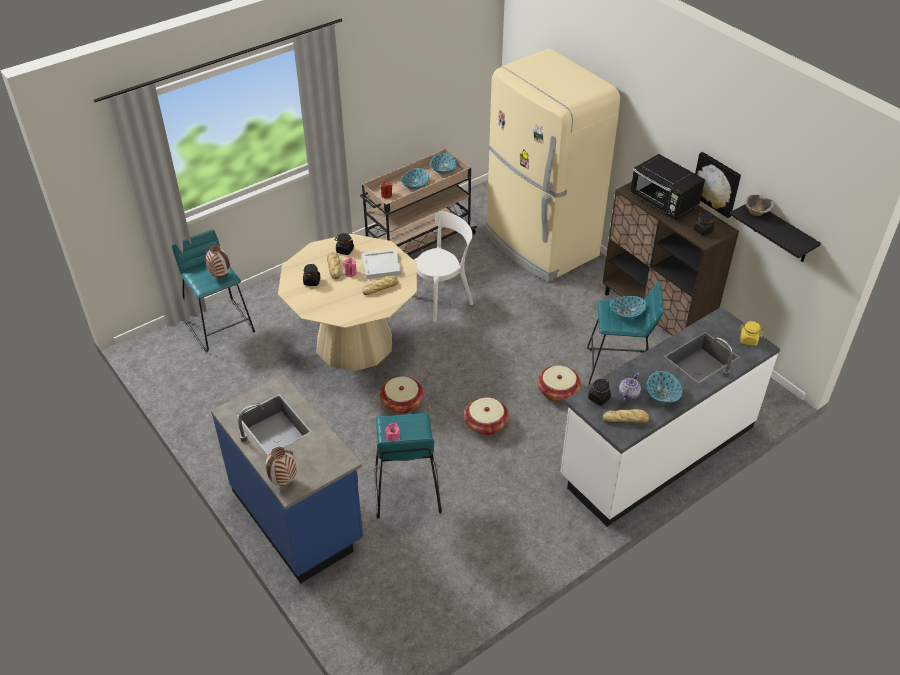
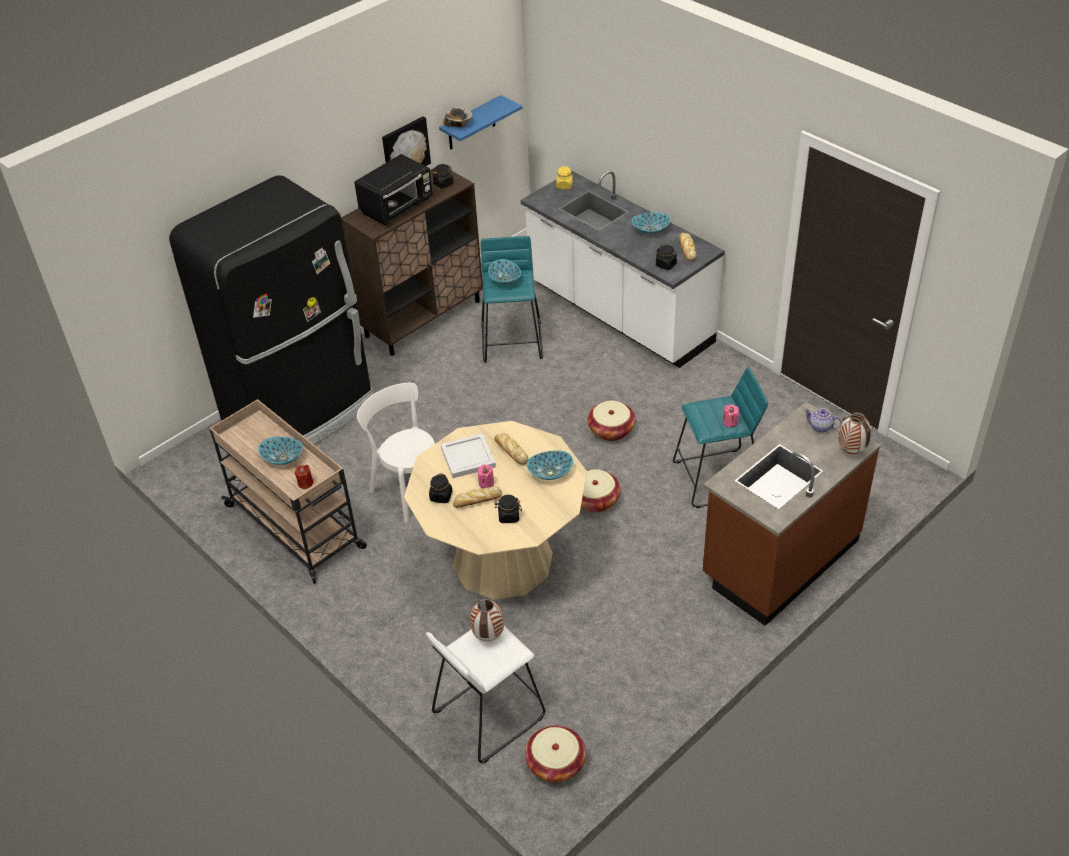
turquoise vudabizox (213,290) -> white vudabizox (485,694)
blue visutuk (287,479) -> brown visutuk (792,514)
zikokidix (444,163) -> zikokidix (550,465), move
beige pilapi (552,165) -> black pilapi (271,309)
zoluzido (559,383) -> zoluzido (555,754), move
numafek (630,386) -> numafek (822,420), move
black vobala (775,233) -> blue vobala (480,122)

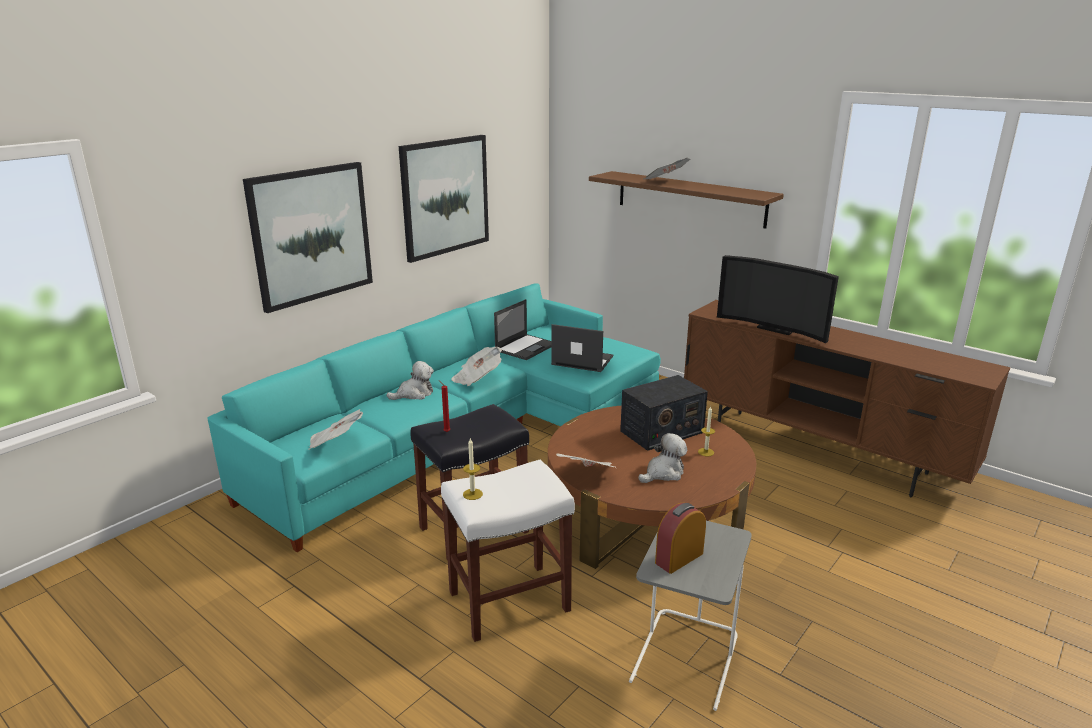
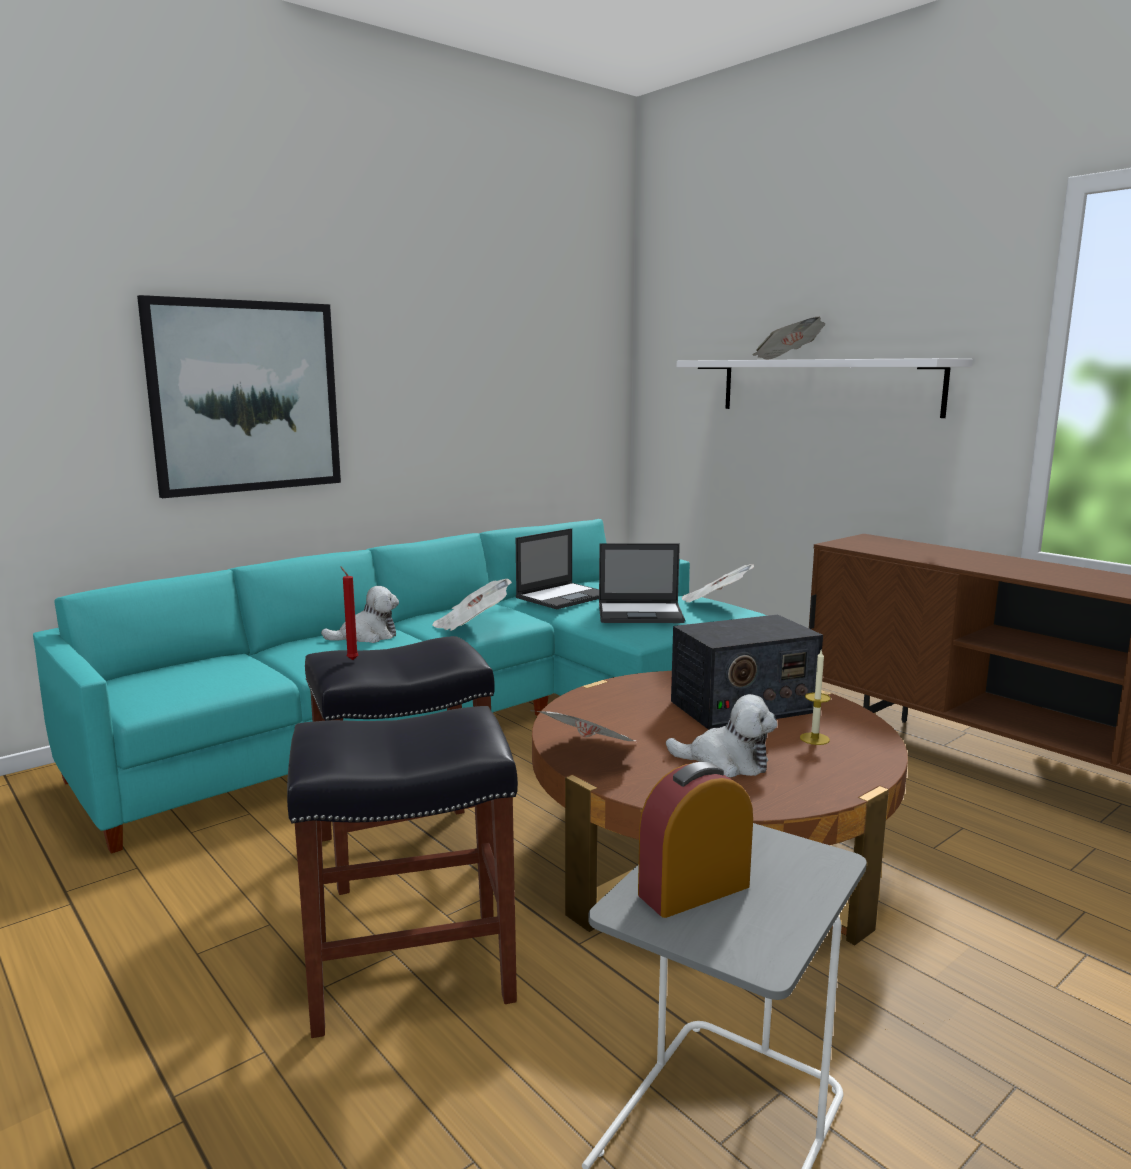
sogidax (335,429) -> sogidax (717,583), move
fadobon (444,199) -> none
white vudabizox (508,551) -> black vudabizox (402,872)
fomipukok (473,469) -> none
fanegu (582,348) -> fanegu (642,583), 150 degrees clockwise
brown vobala (686,199) -> white vobala (825,388)
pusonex (662,458) -> pusonex (722,735), 45 degrees clockwise
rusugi (778,299) -> none

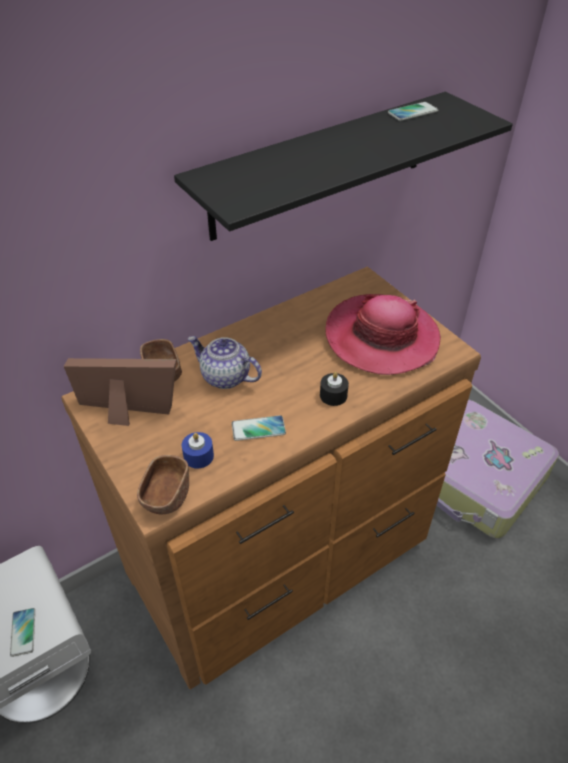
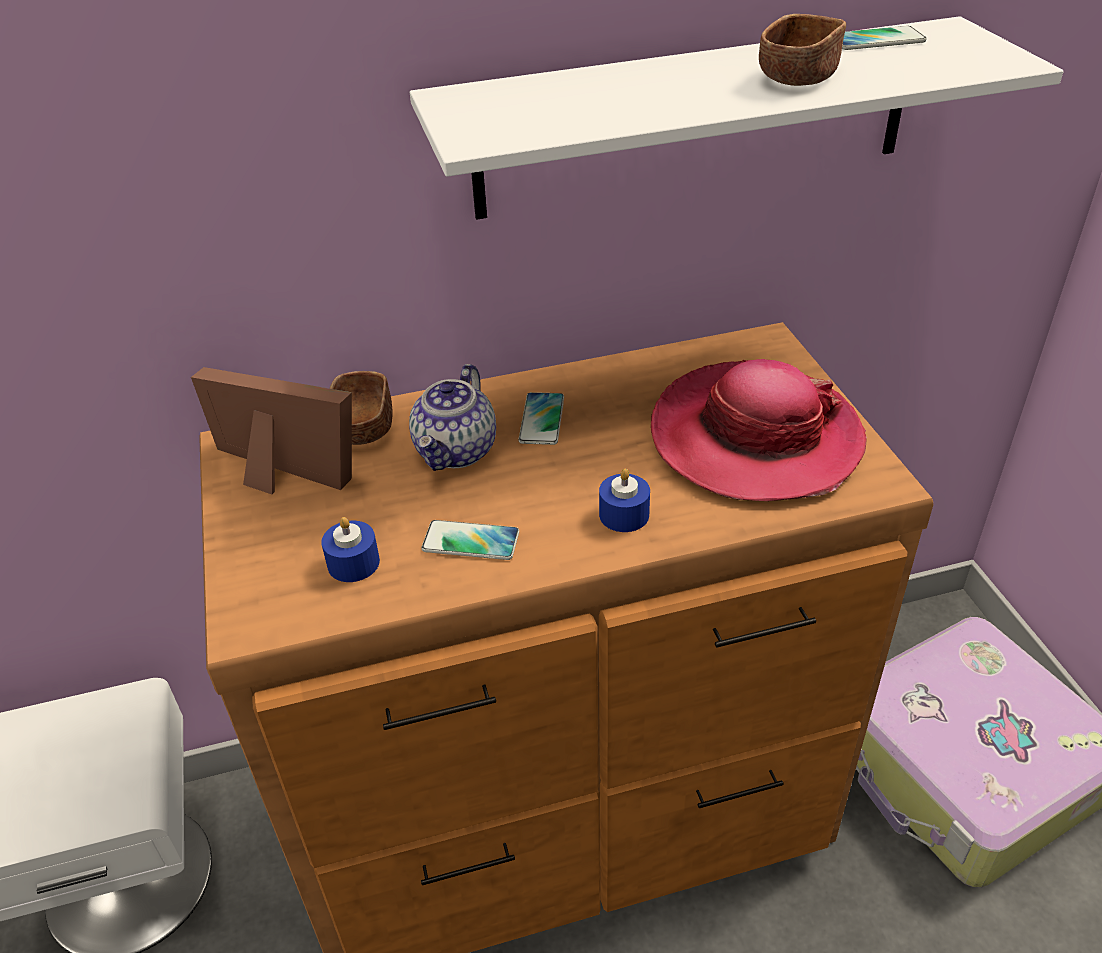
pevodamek (22,632) -> pevodamek (541,418), move
brown zikokidix (163,485) -> brown zikokidix (802,50), move
black vobala (343,166) -> white vobala (737,118)
numafek (225,362) -> numafek (452,417), 120 degrees counterclockwise
black fomipukok (334,389) -> blue fomipukok (624,500)

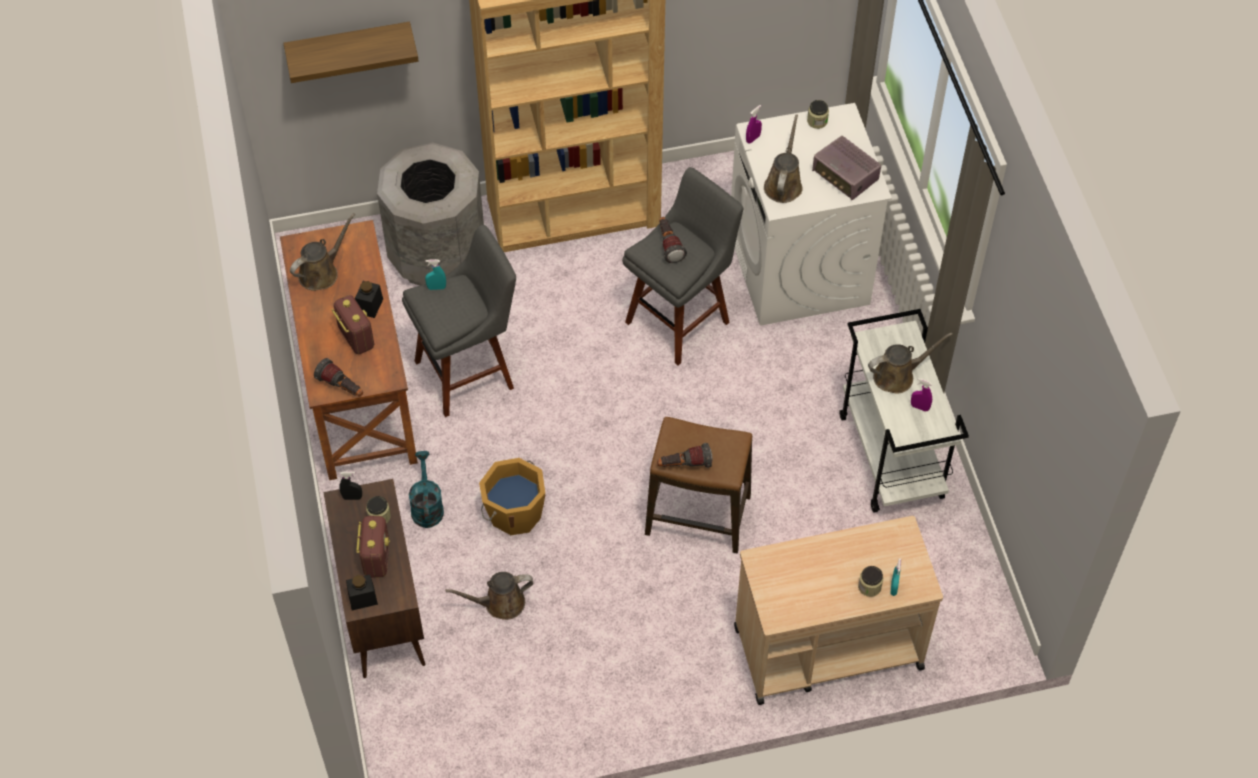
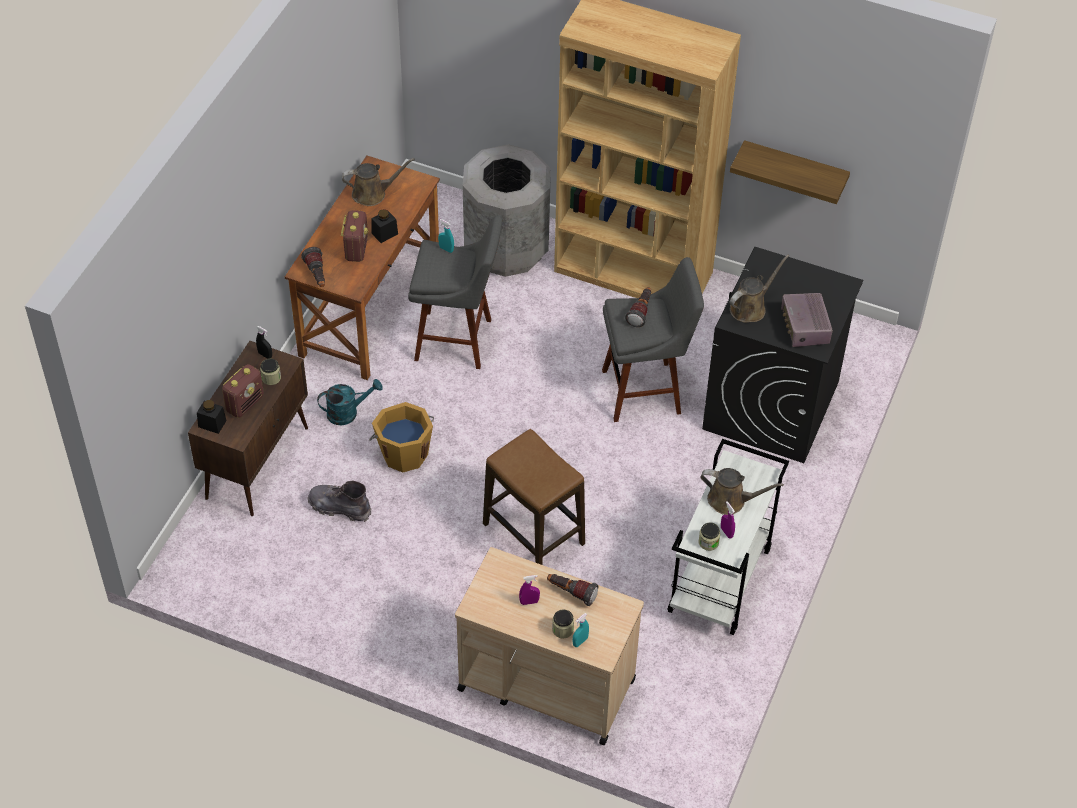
vobala (351,52) -> vobala (790,172), move
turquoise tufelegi (426,489) -> turquoise tufelegi (350,402), 45 degrees clockwise
brown tufelegi (489,596) -> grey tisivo (339,501)
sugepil (684,455) -> sugepil (572,590), move
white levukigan (811,214) -> black levukigan (782,355)
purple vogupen (754,124) -> purple vogupen (529,590), move
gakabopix (818,114) -> gakabopix (709,537), move

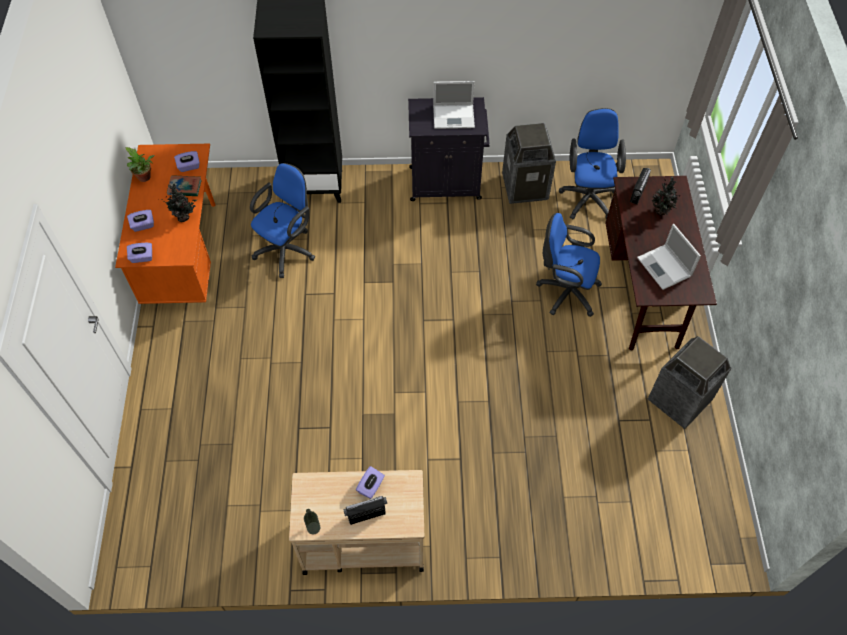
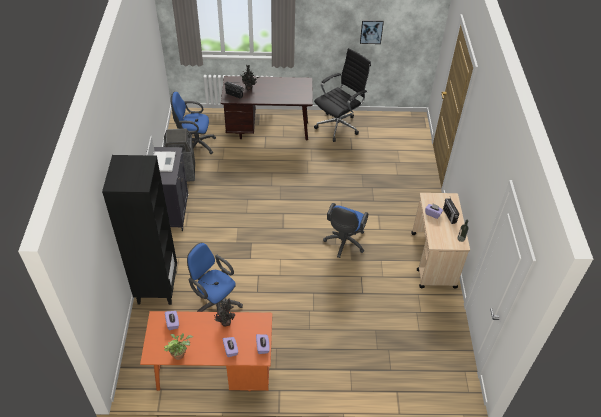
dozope (184,185) -> none
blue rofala (569,265) -> blue rofala (345,230), move
fanegu (669,257) -> none
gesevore (690,382) -> black rofala (342,95)
none -> fadobon (372,32)

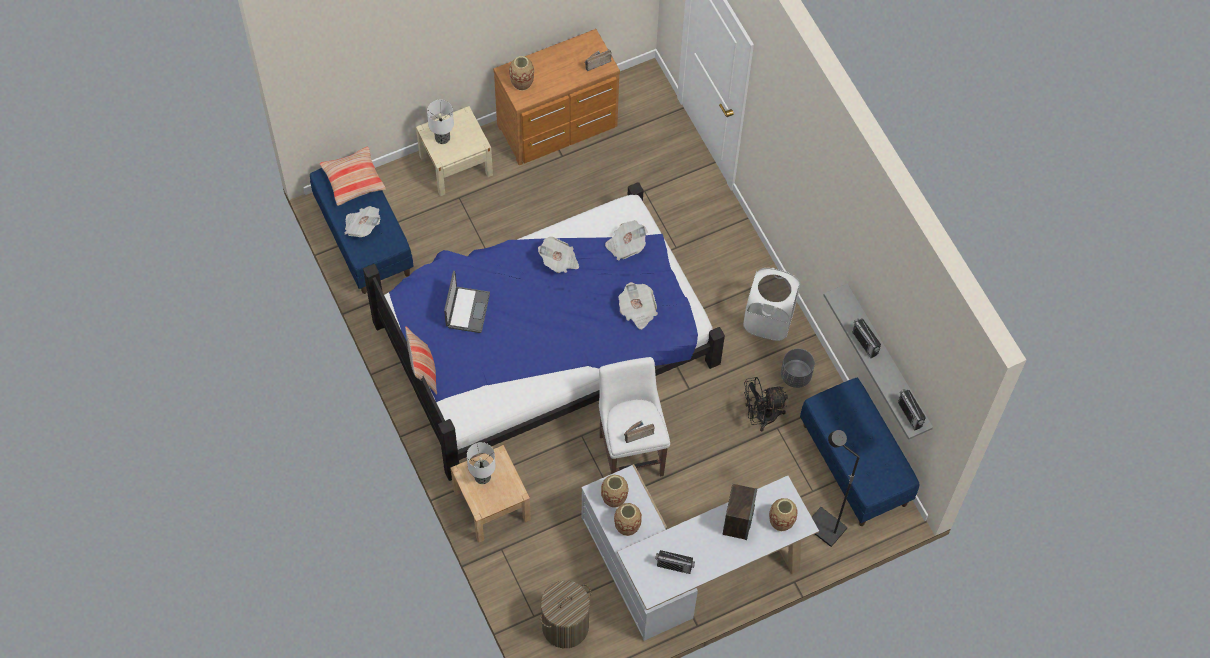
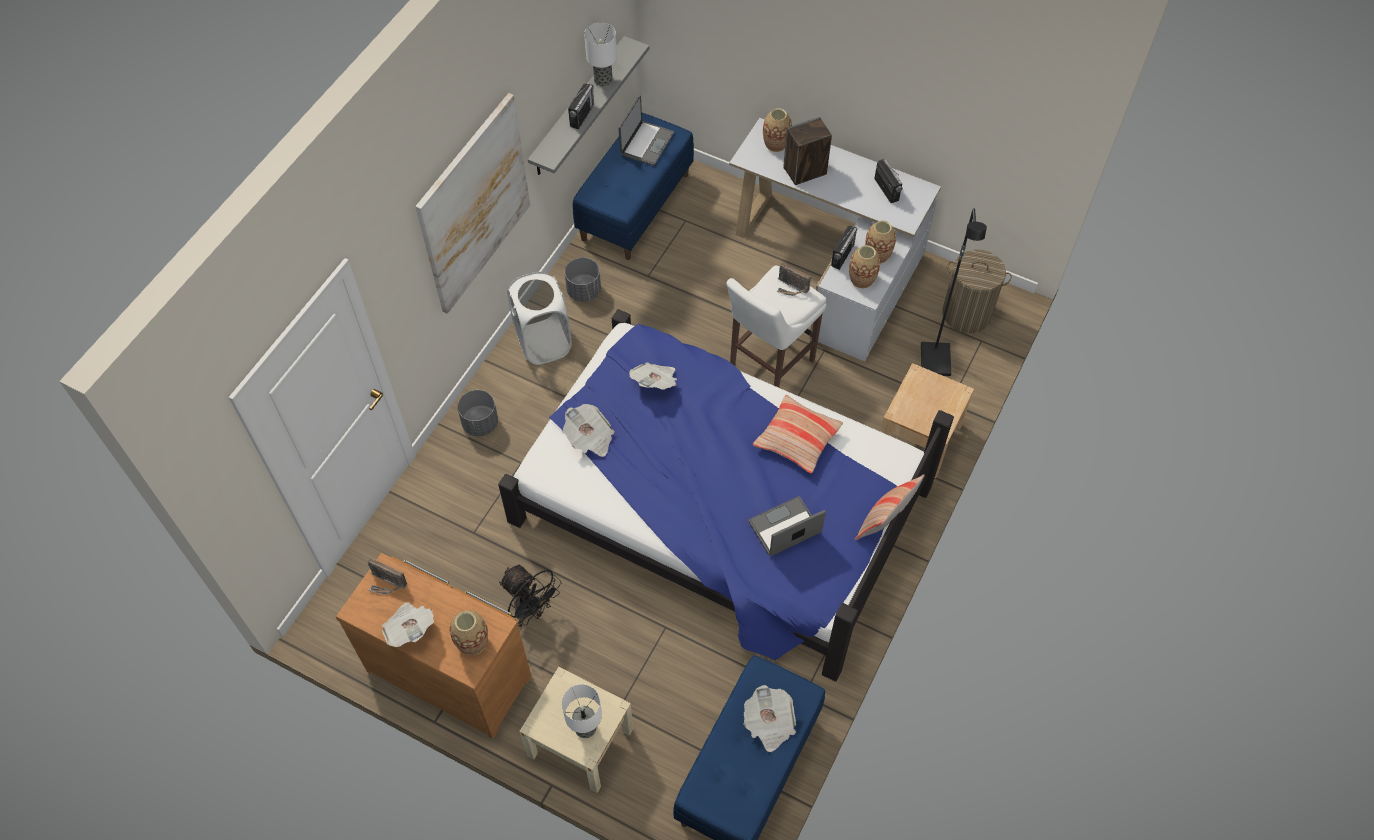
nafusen (353,176) -> nafusen (798,434), move
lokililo (481,463) -> lokililo (600,55), move
sogidax (558,255) -> sogidax (407,624), move
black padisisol (766,404) -> black padisisol (530,595), move
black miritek (836,488) -> black miritek (954,292), move
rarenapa (912,410) -> rarenapa (844,248), move
none -> fadobon (472,203)
none -> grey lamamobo (477,413)
none -> fanegu (646,130)

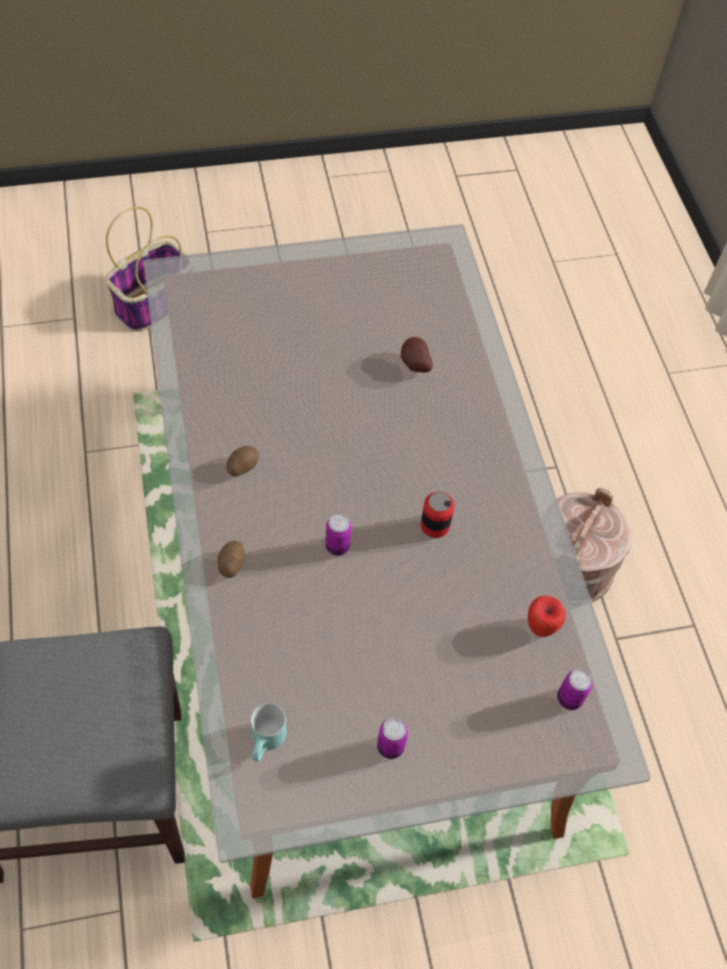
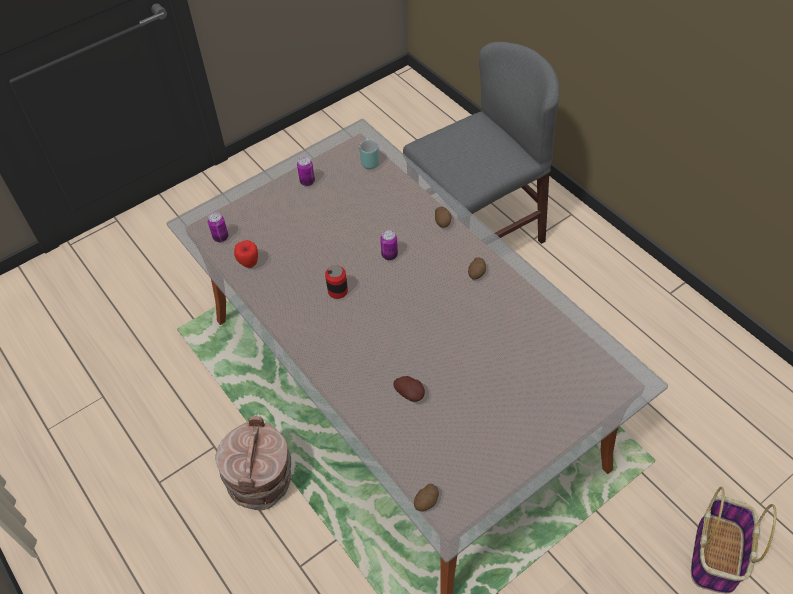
none -> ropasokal (426,497)

